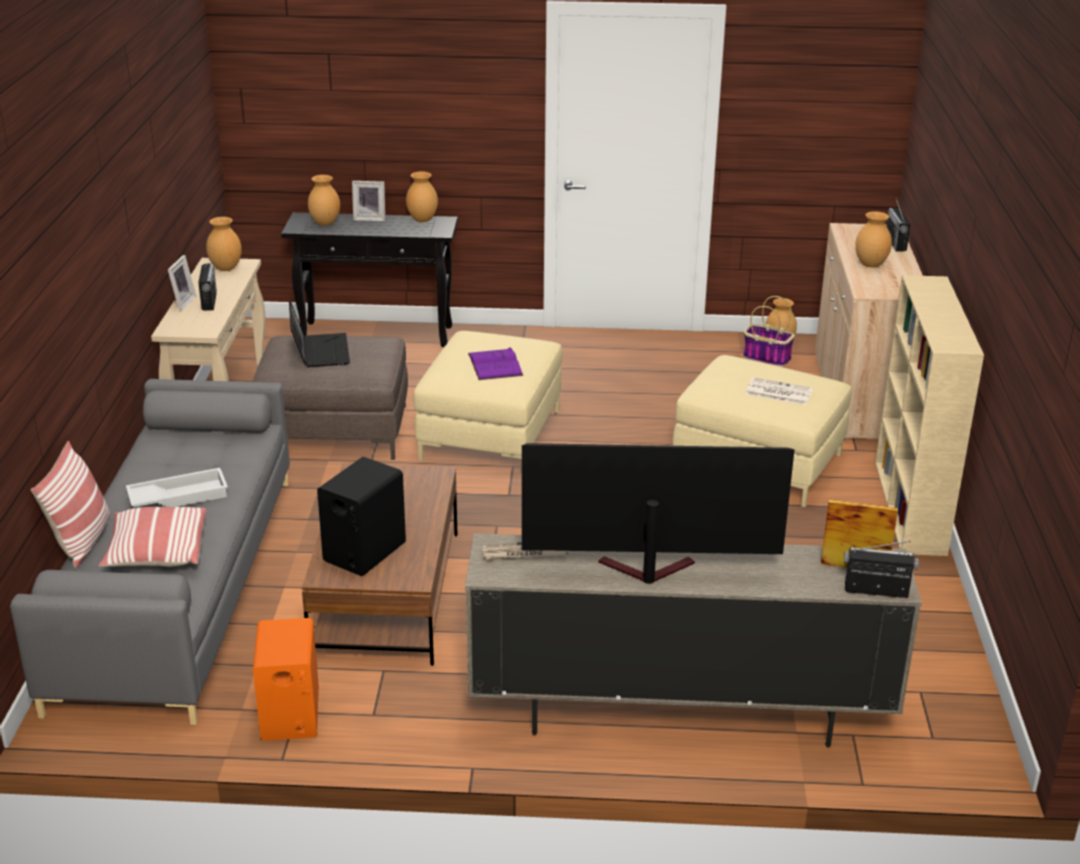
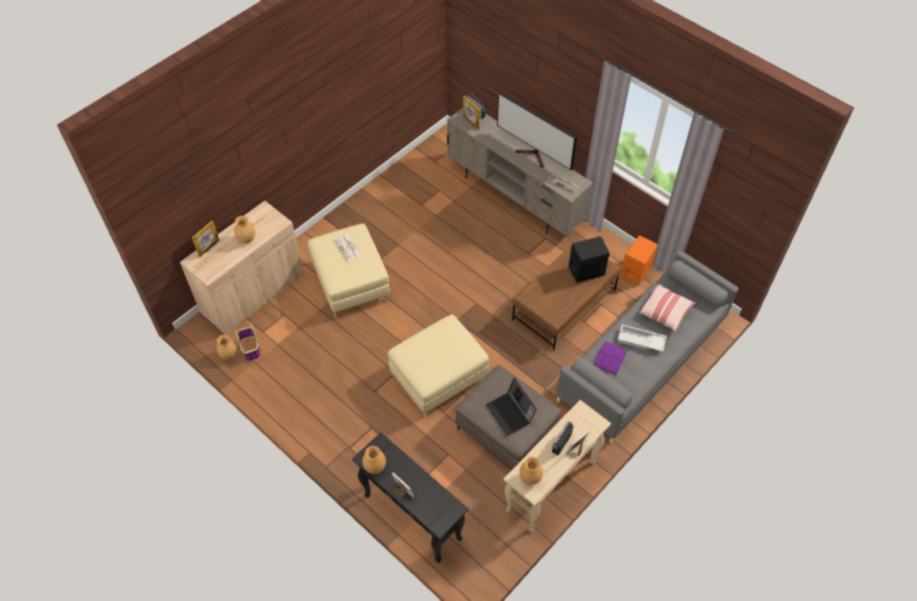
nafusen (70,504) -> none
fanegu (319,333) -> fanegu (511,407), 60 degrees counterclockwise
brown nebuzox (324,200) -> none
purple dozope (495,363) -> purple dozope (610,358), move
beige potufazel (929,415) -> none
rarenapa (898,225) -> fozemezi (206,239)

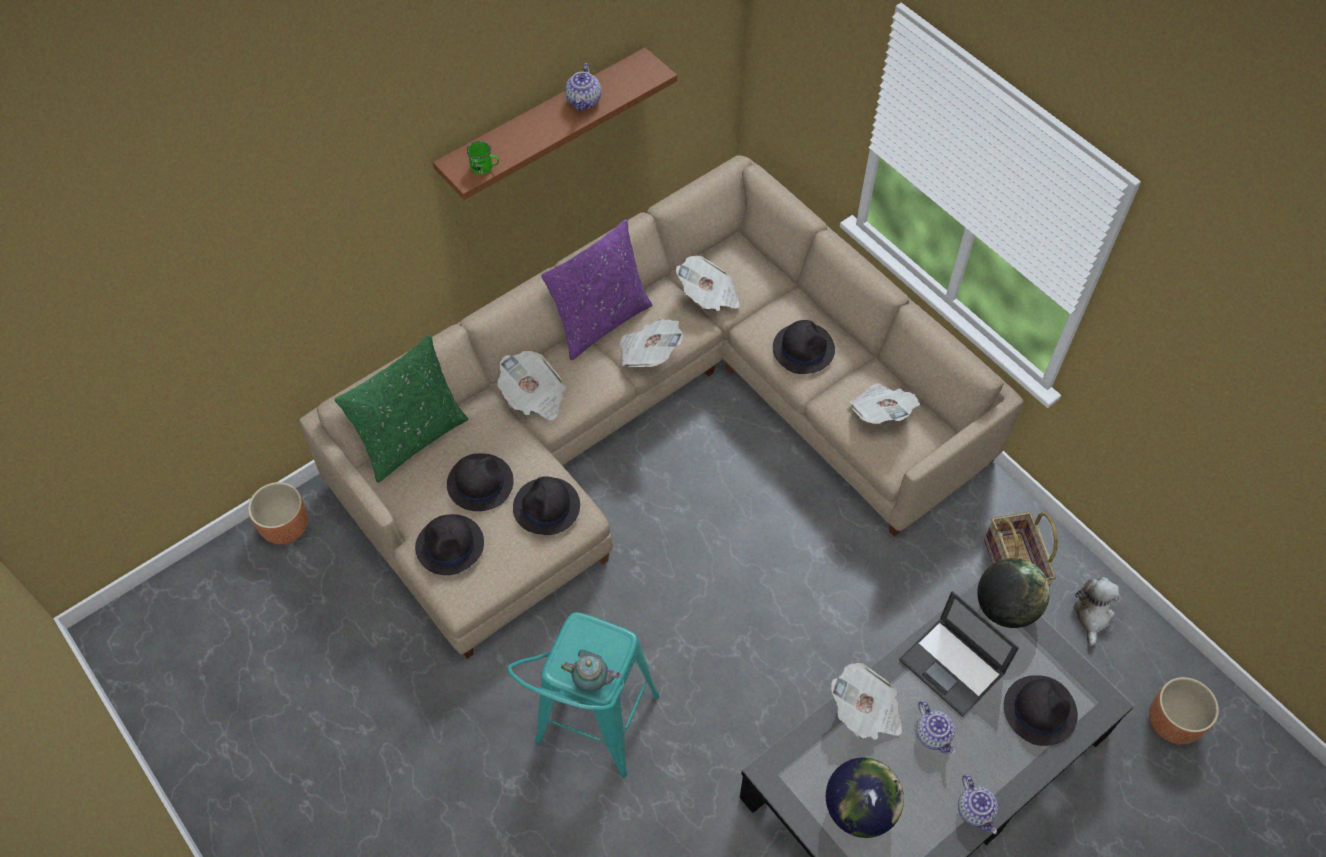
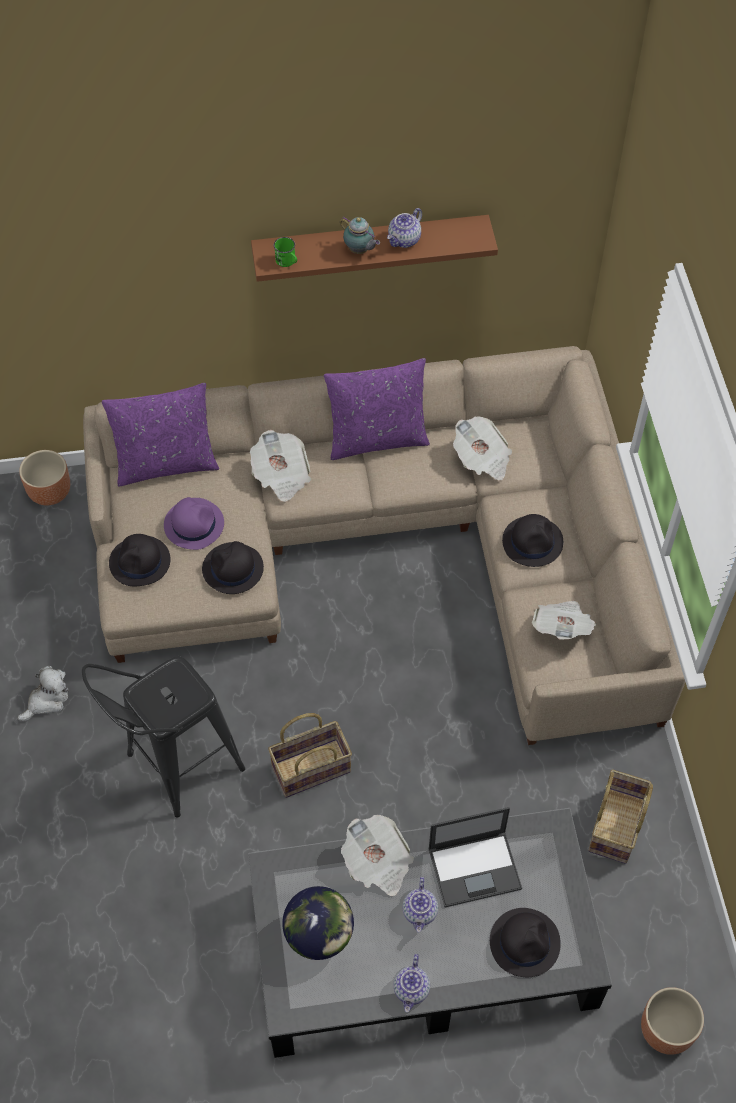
green nafusen (401,408) -> purple nafusen (160,434)
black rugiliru (480,482) -> purple rugiliru (194,523)
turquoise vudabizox (583,694) -> black vudabizox (163,737)
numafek (591,673) -> numafek (360,235), move
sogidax (651,343) -> none
fanegu (959,654) -> fanegu (475,857), 90 degrees counterclockwise
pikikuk (1013,593) -> none
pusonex (1096,611) -> pusonex (43,693), move
none -> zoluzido (310,755)

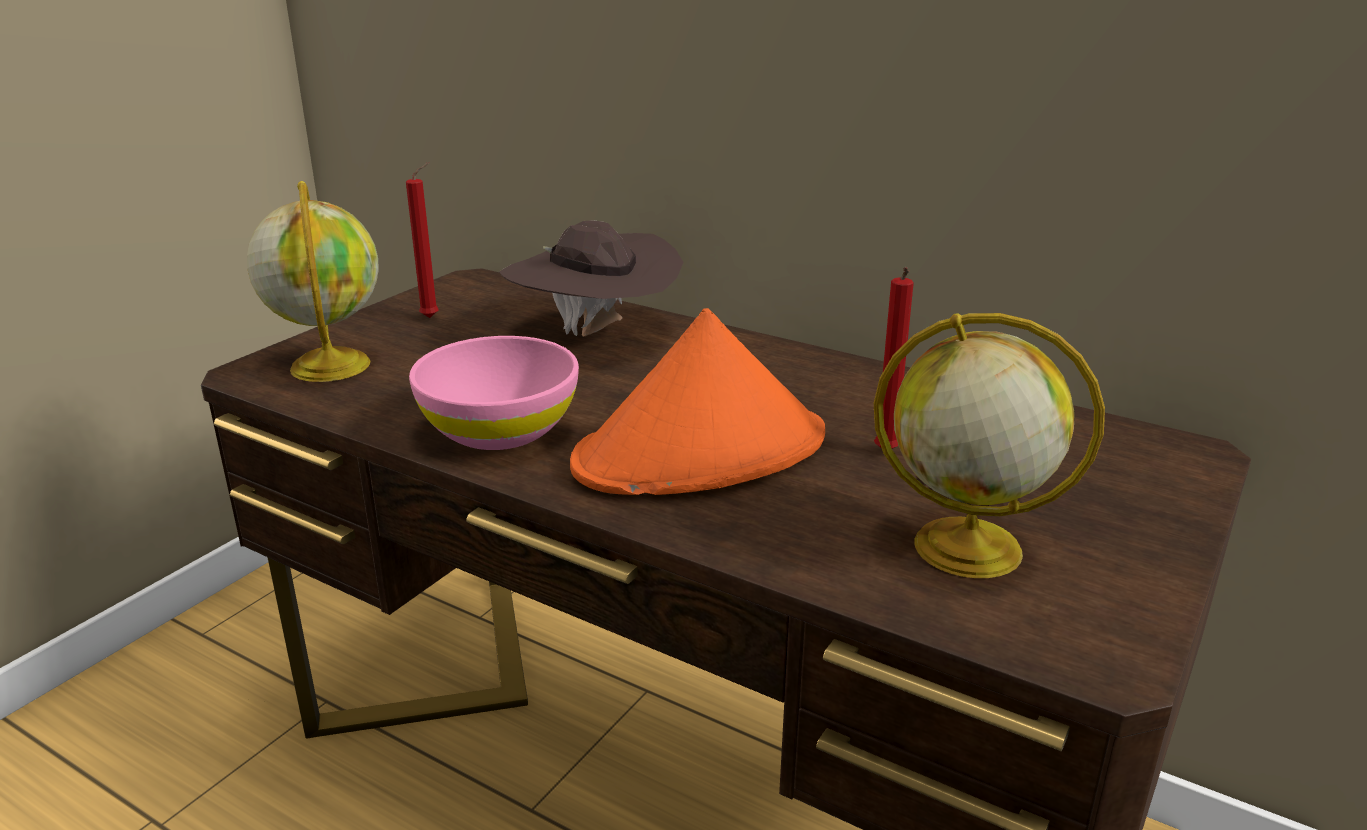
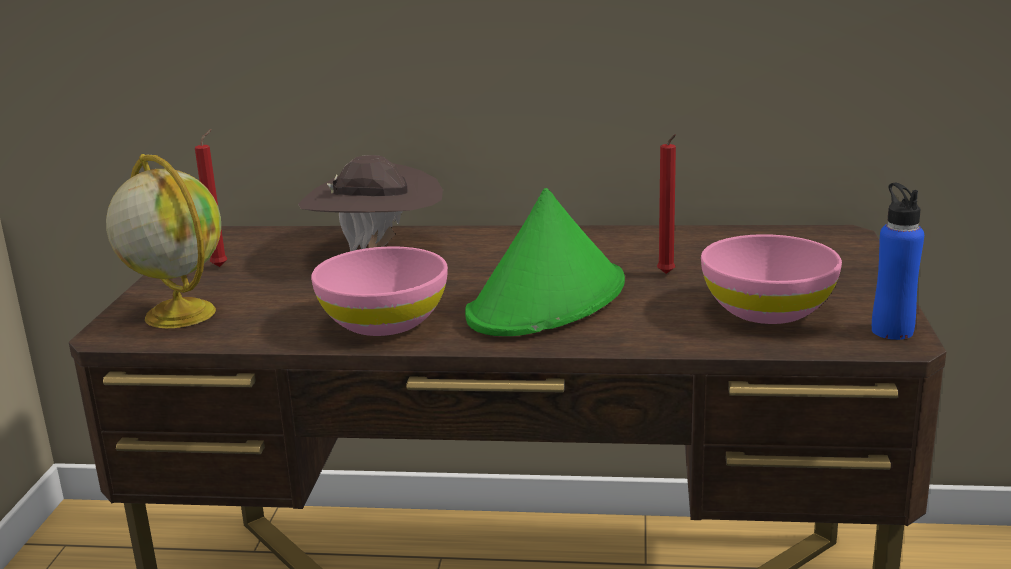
orange rugiliru (697,401) -> green rugiliru (545,262)
pikikuk (989,445) -> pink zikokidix (771,279)
none -> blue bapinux (898,261)

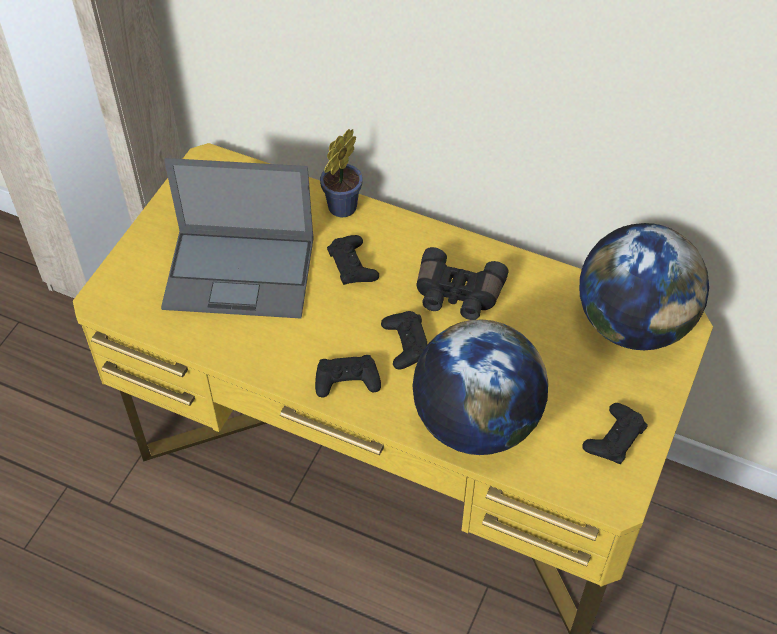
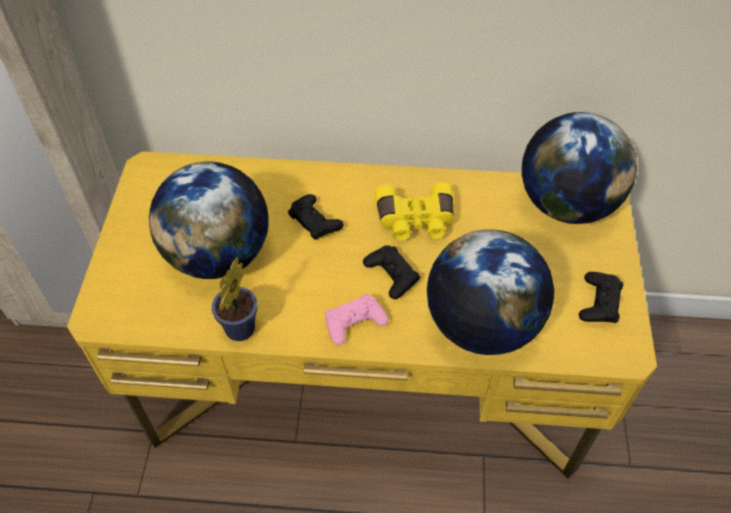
fanegu (237,238) -> pikikuk (209,220)
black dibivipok (348,376) -> pink dibivipok (357,319)
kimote (341,173) -> kimote (234,299), move
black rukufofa (463,283) -> yellow rukufofa (414,211)

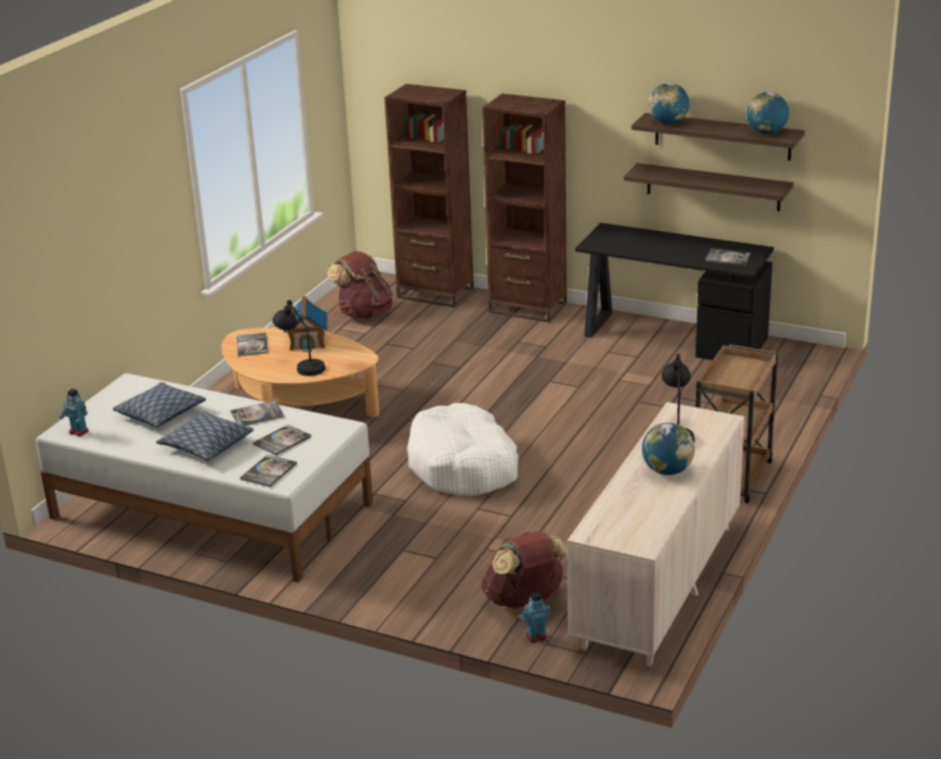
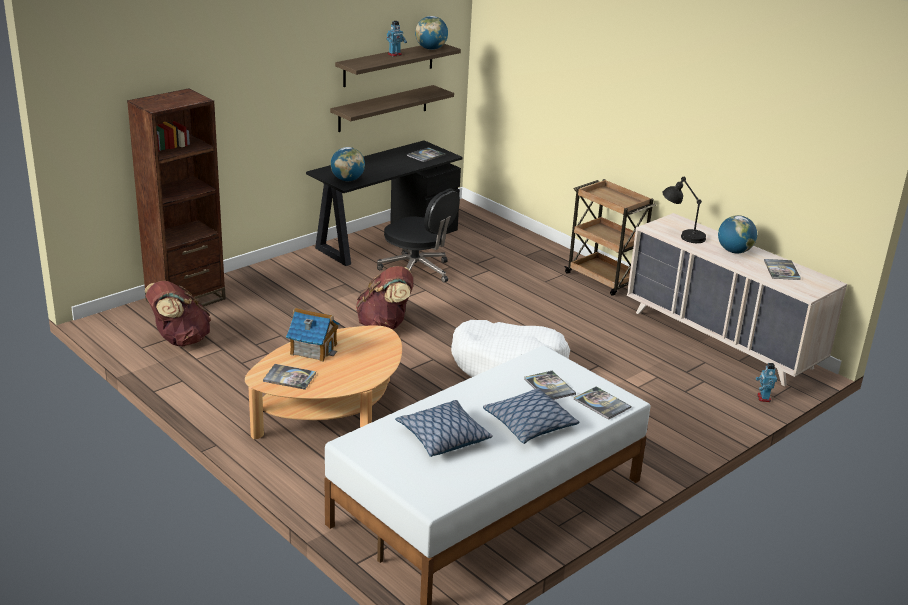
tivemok (74,412) -> tivemok (397,39), move
dozope (257,413) -> dozope (782,269), move
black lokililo (298,338) -> none
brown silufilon (524,570) -> brown silufilon (384,298), move
brown potufazel (524,208) -> none
pikikuk (668,103) -> pikikuk (348,164), move
none -> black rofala (418,235)

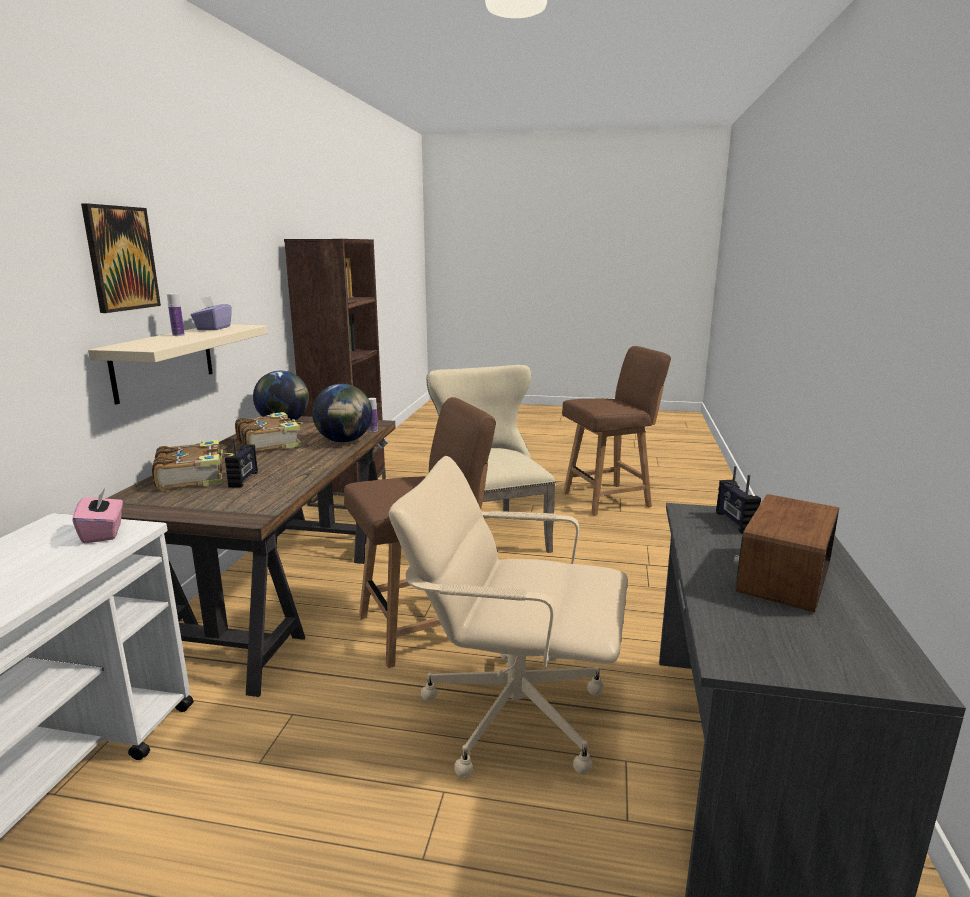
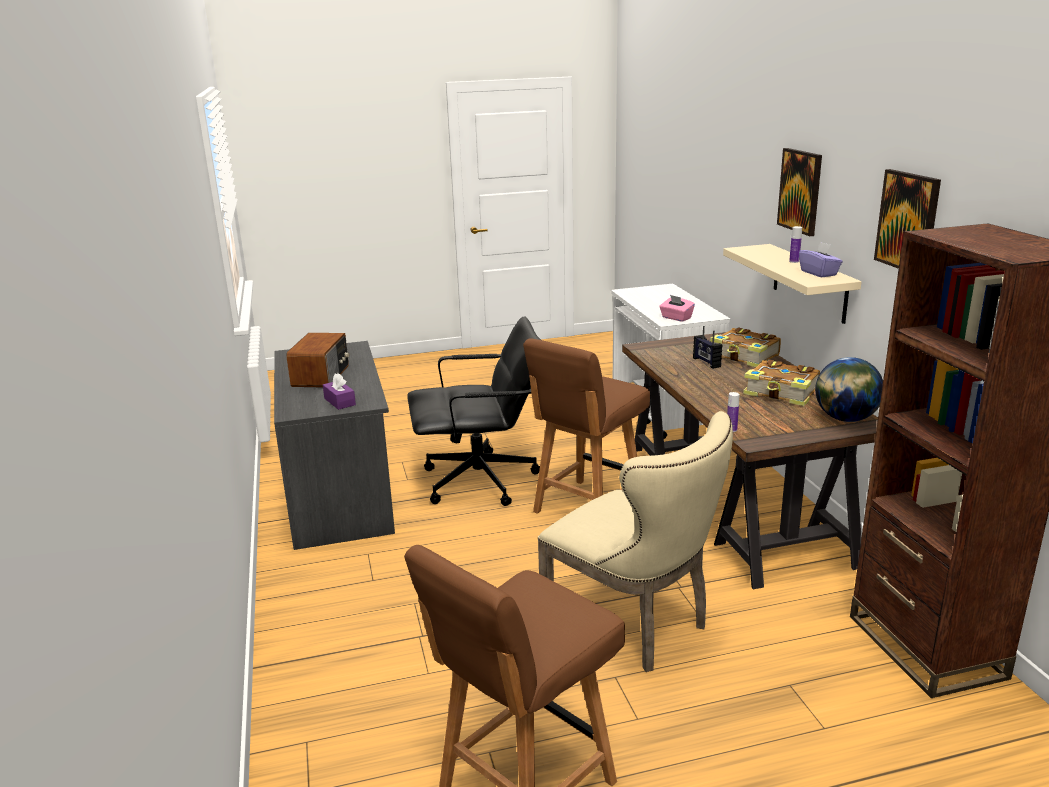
pikikuk (342,413) -> none
beige rofala (508,617) -> black rofala (474,411)
rarenapa (738,500) -> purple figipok (339,391)
none -> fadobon (907,219)

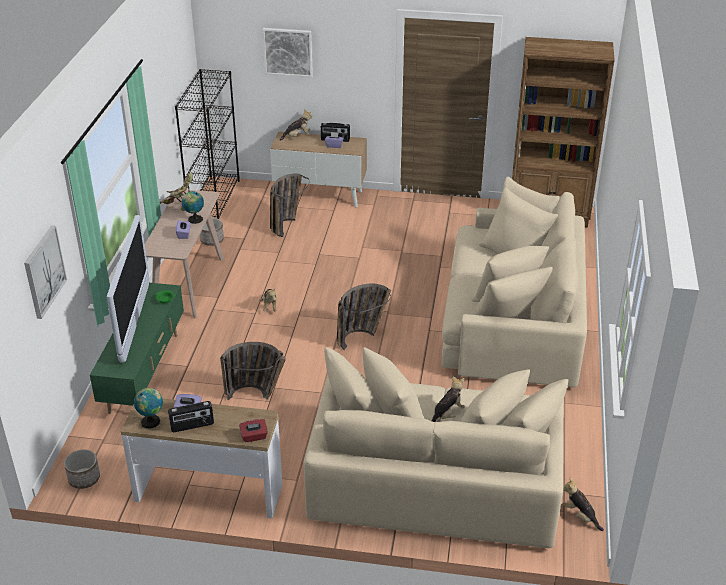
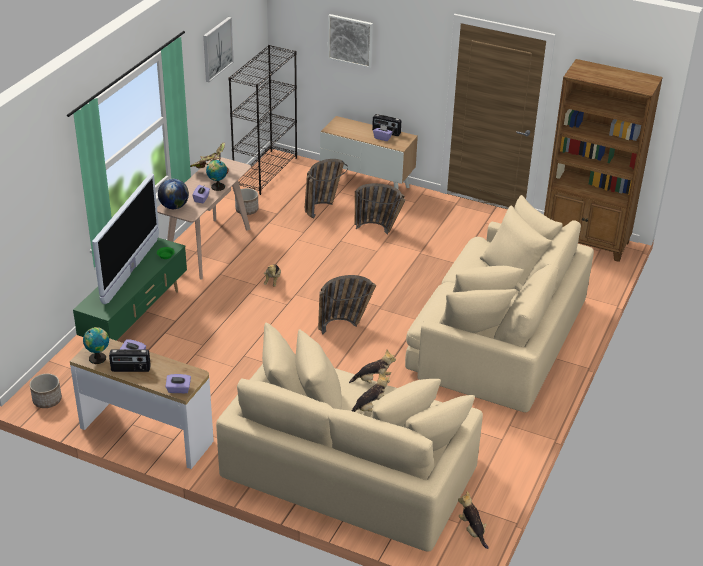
fadobon (45,272) -> fadobon (218,49), move
zoluzido (253,371) -> zoluzido (380,209), move
red figipok (253,430) -> purple figipok (178,383)
pusonex (296,125) -> pusonex (372,367), move
none -> pikikuk (173,194)

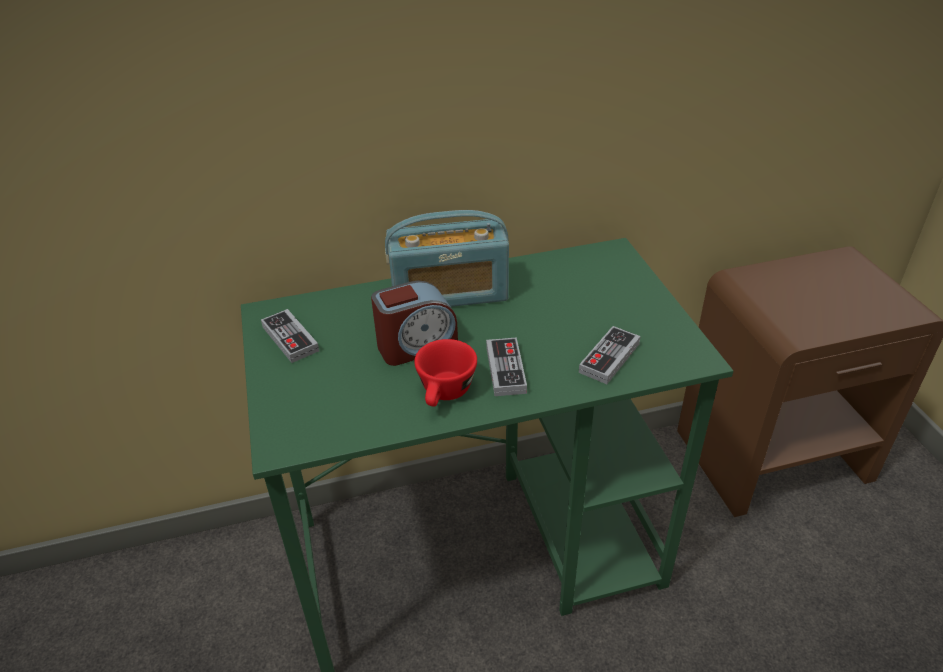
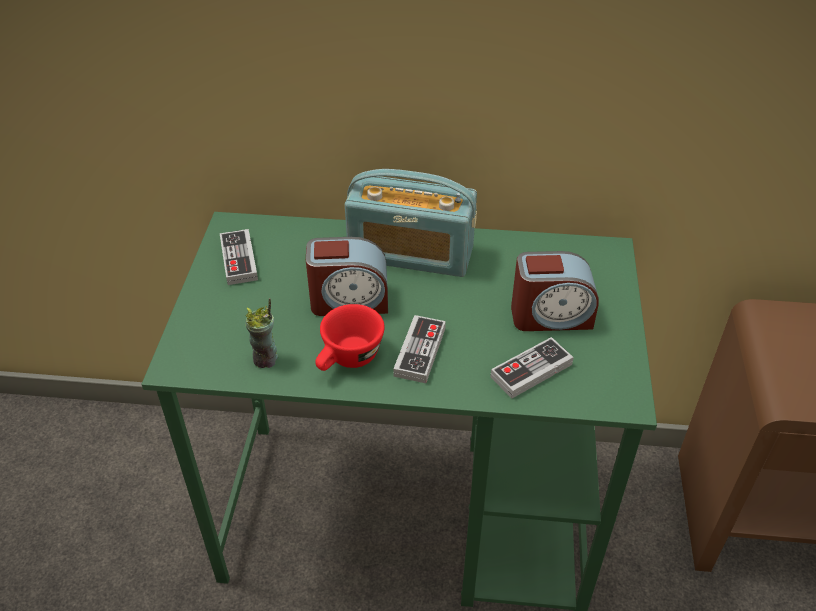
none -> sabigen (261,333)
none -> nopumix (555,291)

